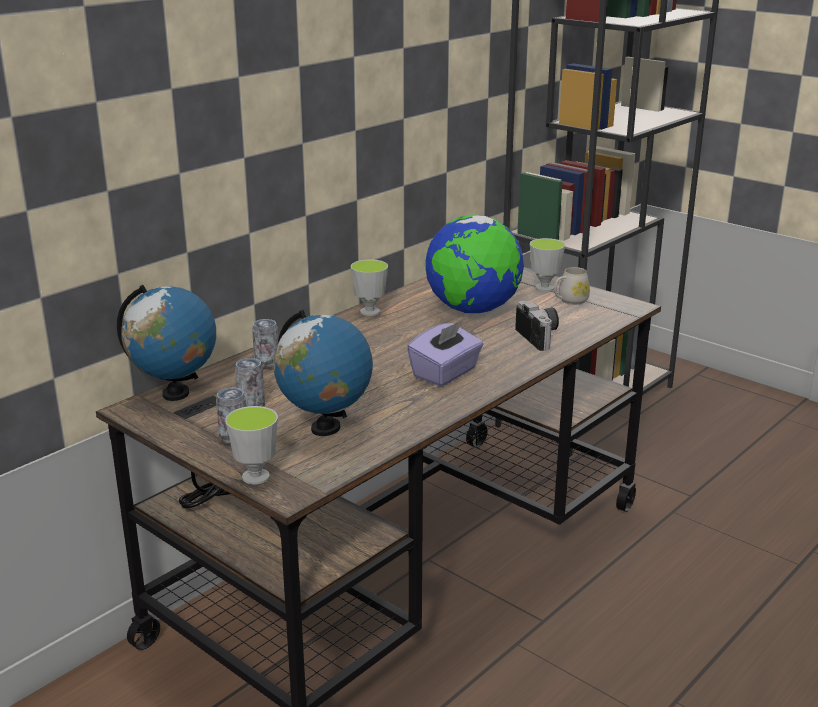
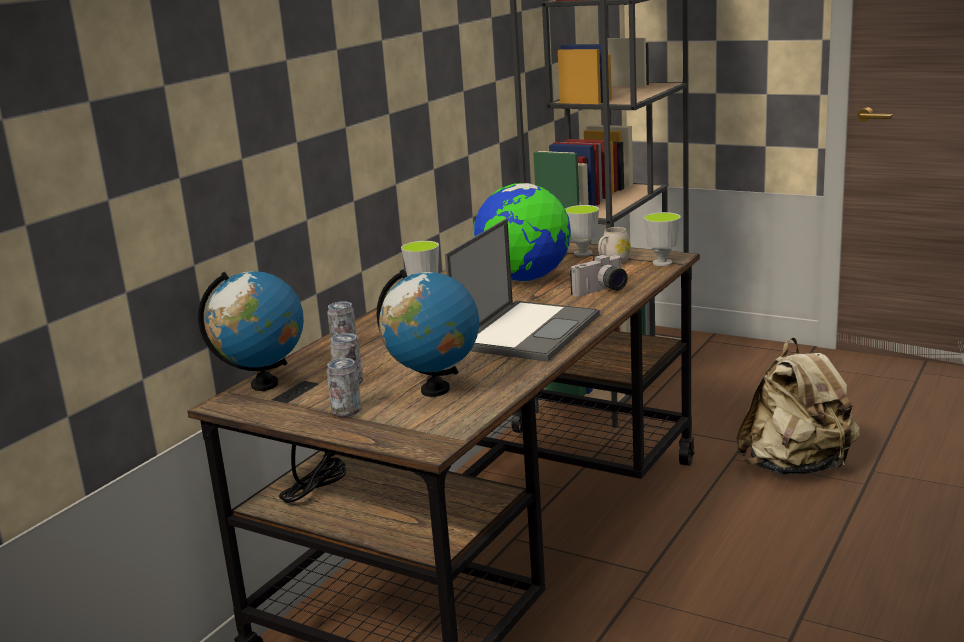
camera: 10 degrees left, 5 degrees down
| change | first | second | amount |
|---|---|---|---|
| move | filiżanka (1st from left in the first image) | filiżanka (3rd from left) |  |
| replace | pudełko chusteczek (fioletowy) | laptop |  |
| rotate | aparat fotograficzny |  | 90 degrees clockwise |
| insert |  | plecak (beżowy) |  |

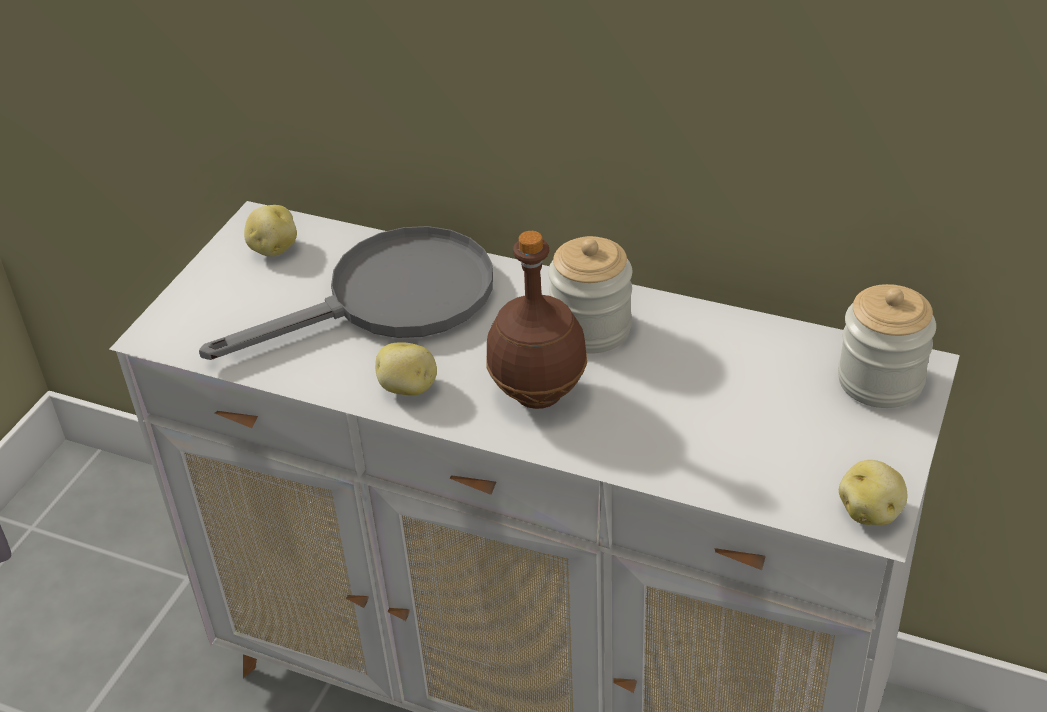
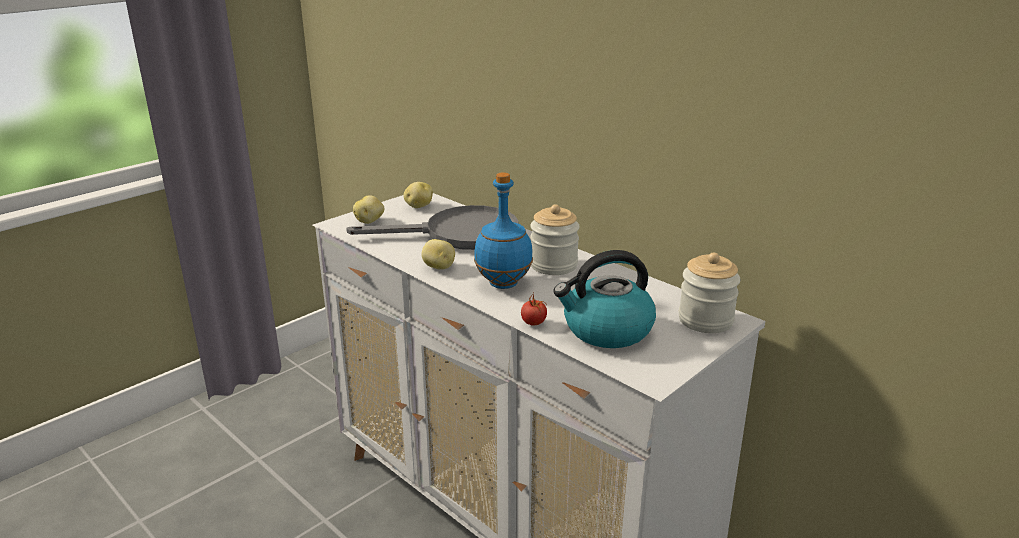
camera: 20 degrees right, 15 degrees down
| change | first | second | amount |
|---|---|---|---|
| recolor | butelka (brązowy) | butelka (niebieski) |  |
| move | ziemniak (3rd from left in the first image) | ziemniak (1st from left) |  |
| insert |  | pomidor |  |
| insert |  | czajnik |  |

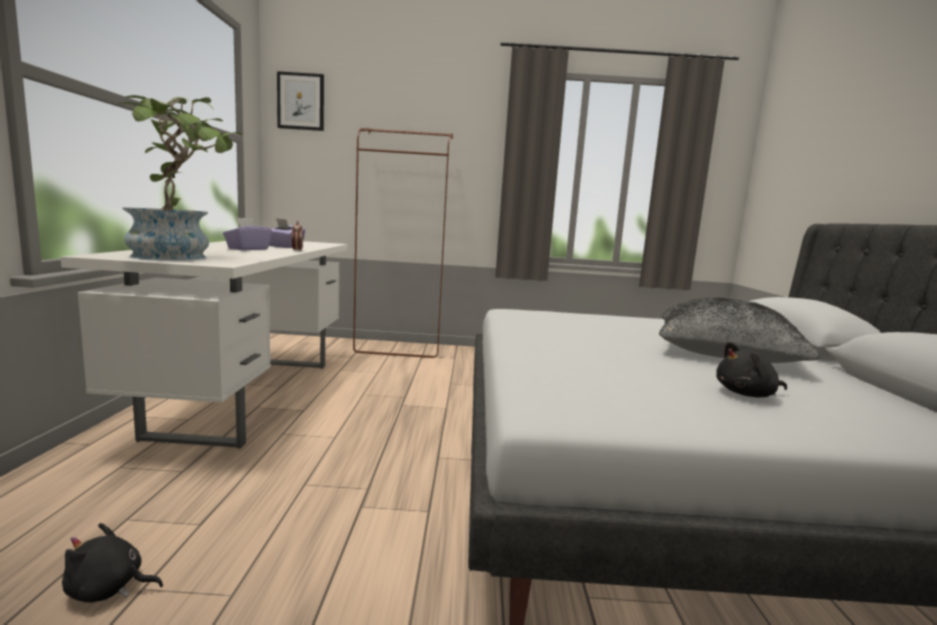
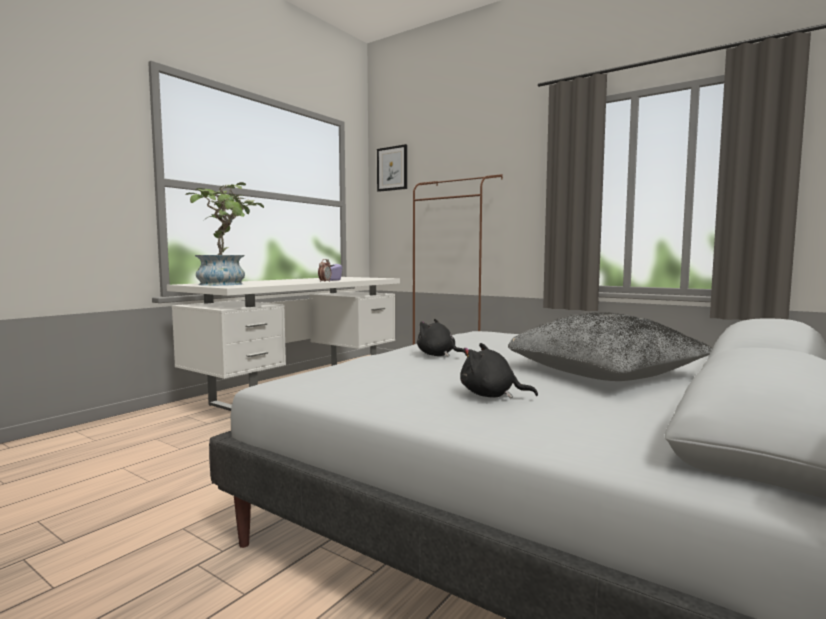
camera: 35 degrees right, 5 degrees down
| change | first | second | amount |
|---|---|---|---|
| move | pluszak (czarny) (1st from left) |  |  |
| delete | pudełko chusteczek (fioletowy) (1st from left) |  |  |

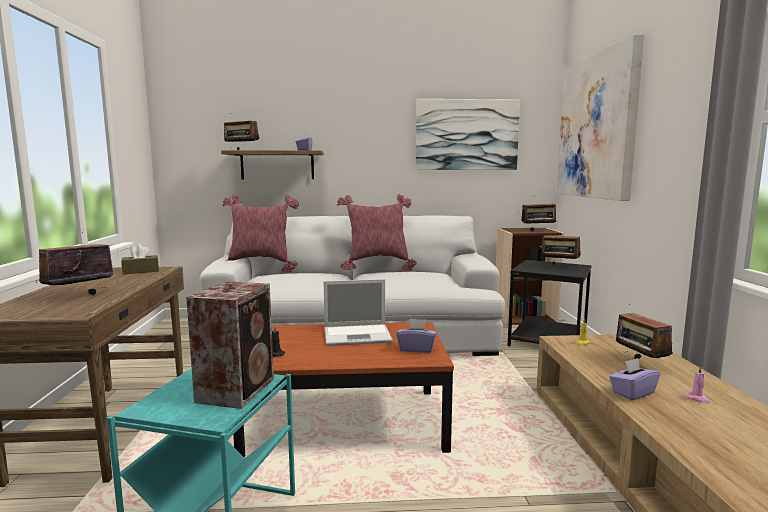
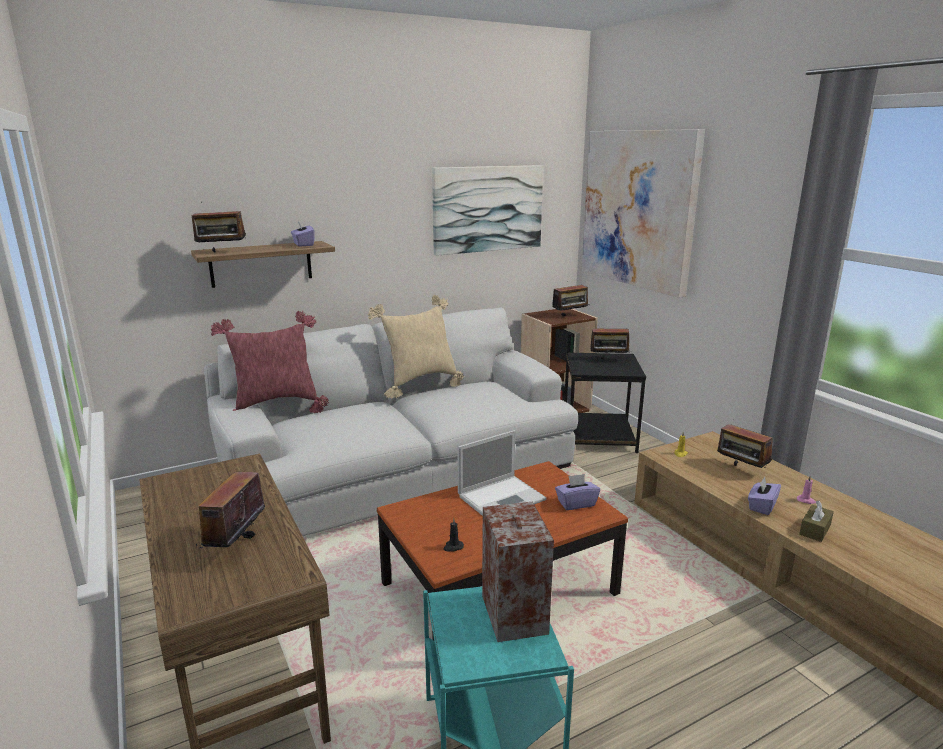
camera: 25 degrees left, 10 degrees up
| change | first | second | amount |
|---|---|---|---|
| move | pudełko chusteczek (brązowy) |  |  |
| recolor | poduszka (czerwony) (2nd from left) | poduszka (beżowy) |  |

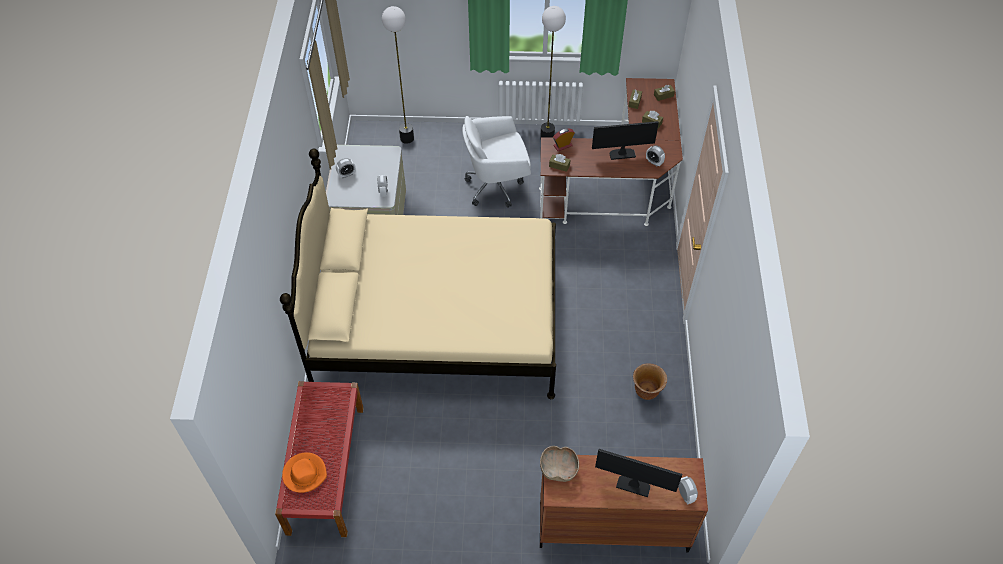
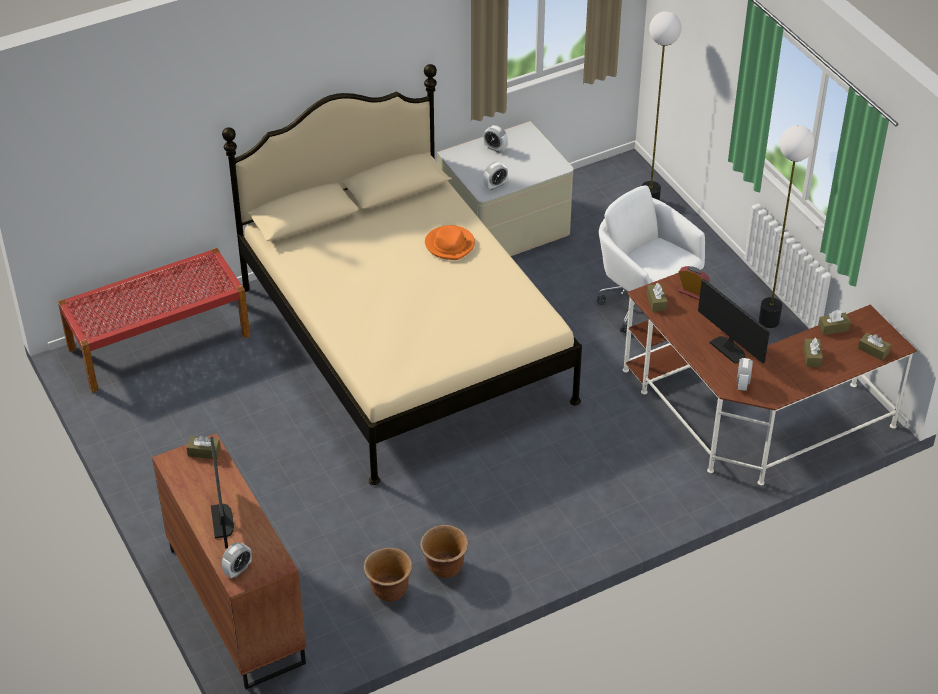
camera: 60 degrees right, 10 degrees down
| change | first | second | amount |
|---|---|---|---|
| move | kapelusz (pomarańczowy) |  |  |
| replace | miska (brązowy) | pudełko chusteczek (brązowy) (1st from left) |  |
| insert |  | donica (brązowy) (1st from left) |  |

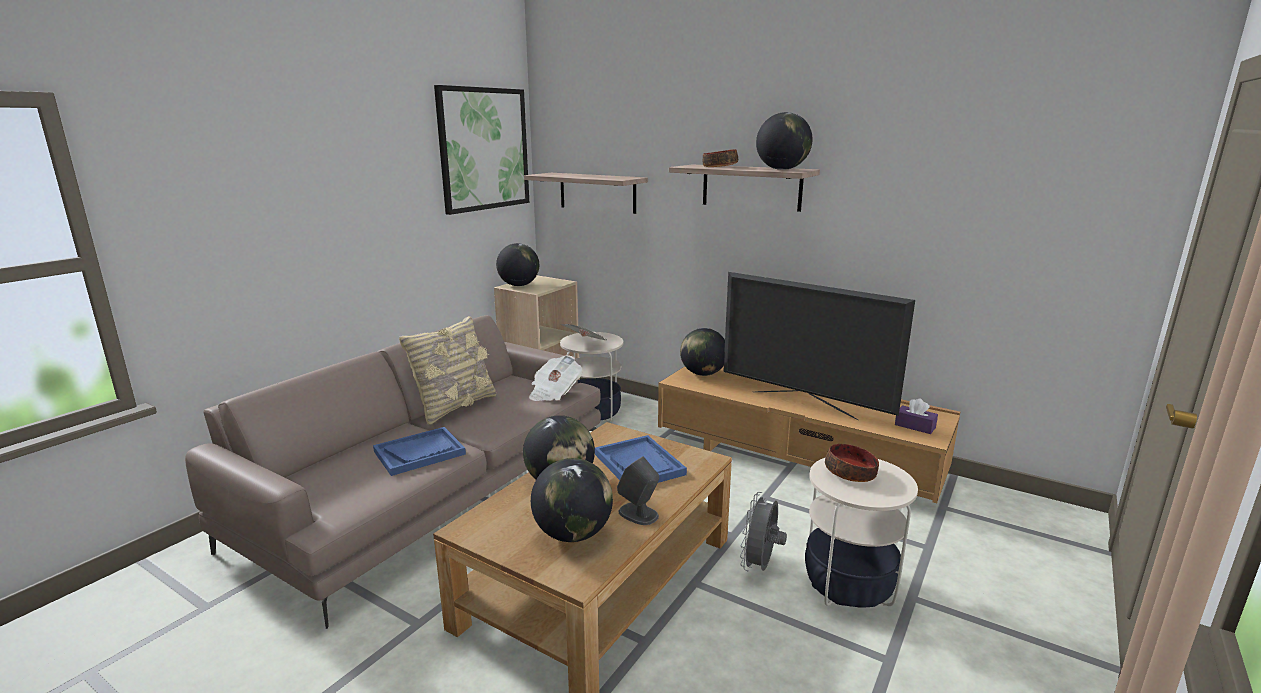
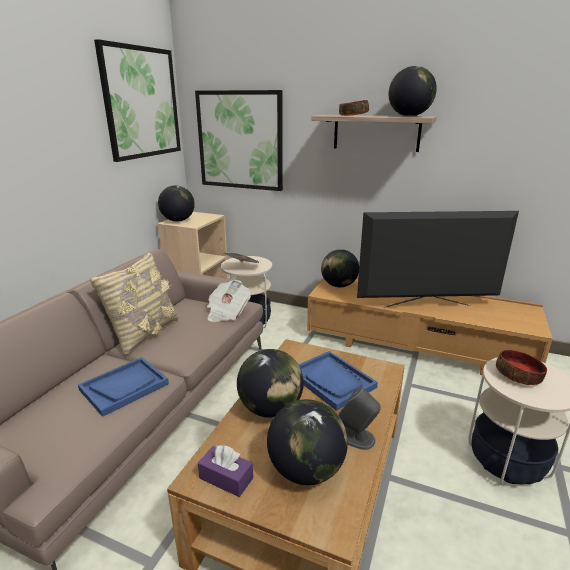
camera: 10 degrees left, 5 degrees up
| change | first | second | amount |
|---|---|---|---|
| replace | półka (1st from left) | obraz (2nd from left) |  |
| rotate | telewizor |  | 150 degrees clockwise |
| delete | wentylator (szary) |  |  |
| move | pudełko chusteczek (fioletowy) |  |  |

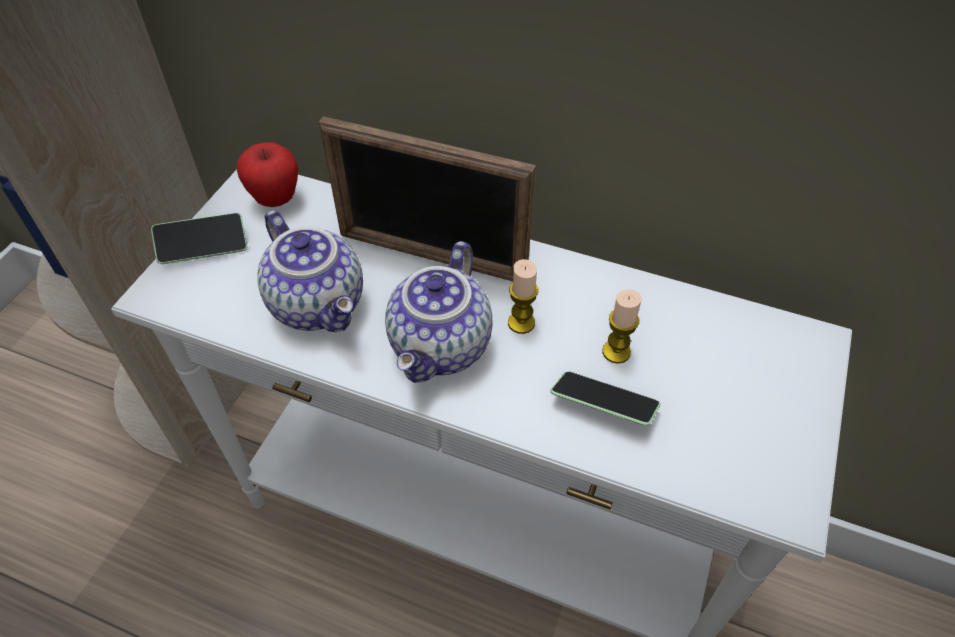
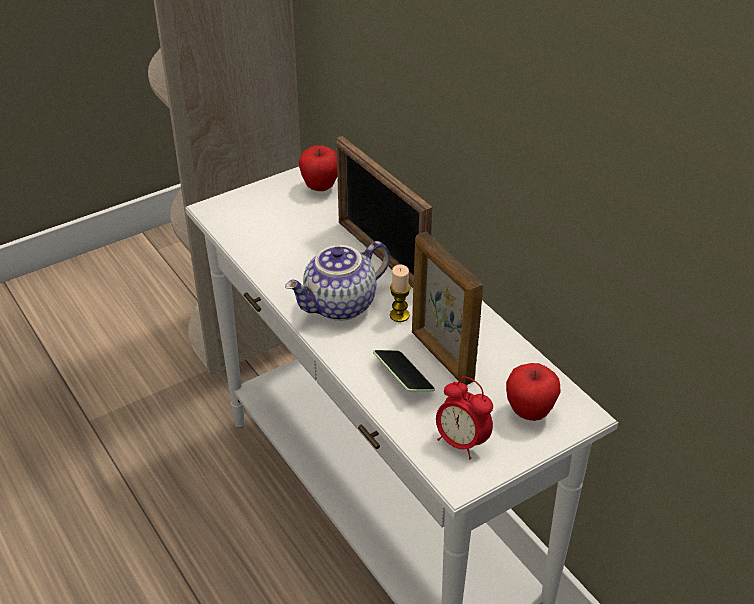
camera: 35 degrees right, 10 degrees down
| change | first | second | amount |
|---|---|---|---|
| delete | telefon (1st from left) |  |  |
| delete | imbryk (1st from left) |  |  |
| replace | świeca (2nd from left) | ramka na zdjęcie (2nd from left) |  |
| insert |  | budzik |  |
| insert |  | jabłko (2nd from left) |  |

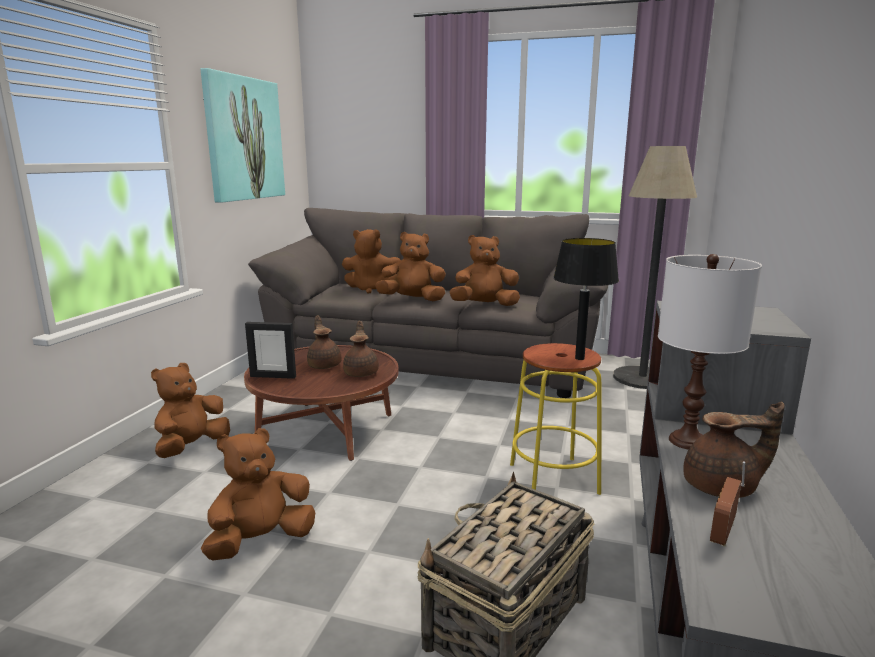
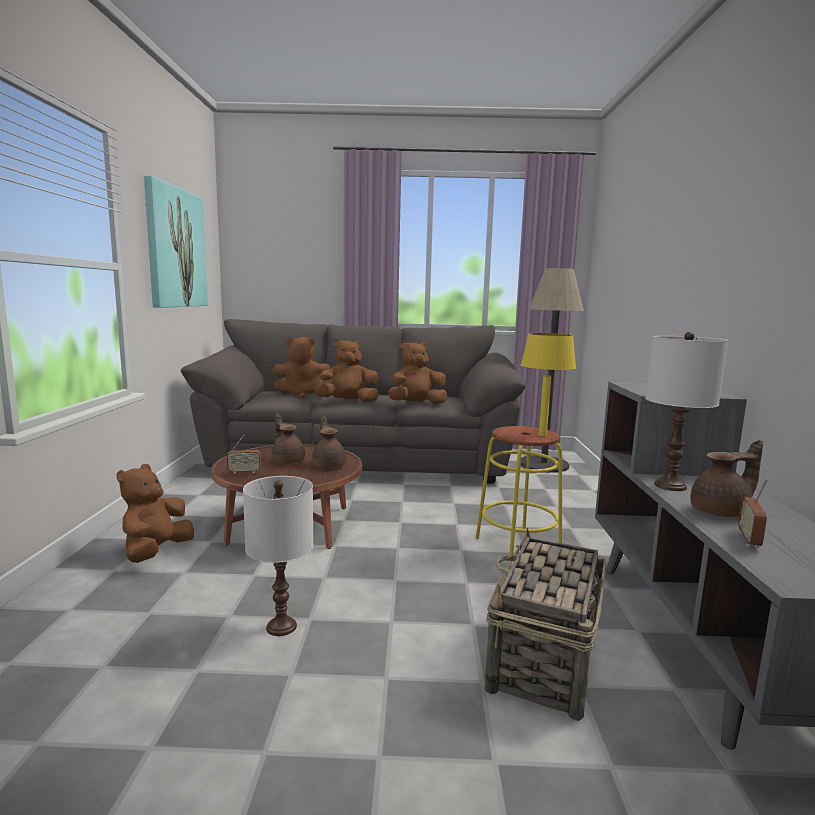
camera: 15 degrees left, 5 degrees down
| change | first | second | amount |
|---|---|---|---|
| replace | pluszak (brązowy) (2nd from left) | lampa stołowa (biały) (1st from left) |  |
| replace | ramka na zdjęcie | radio (1st from left) |  |
| recolor | lampa stołowa (czarny) | lampa stołowa (żółty) |  |

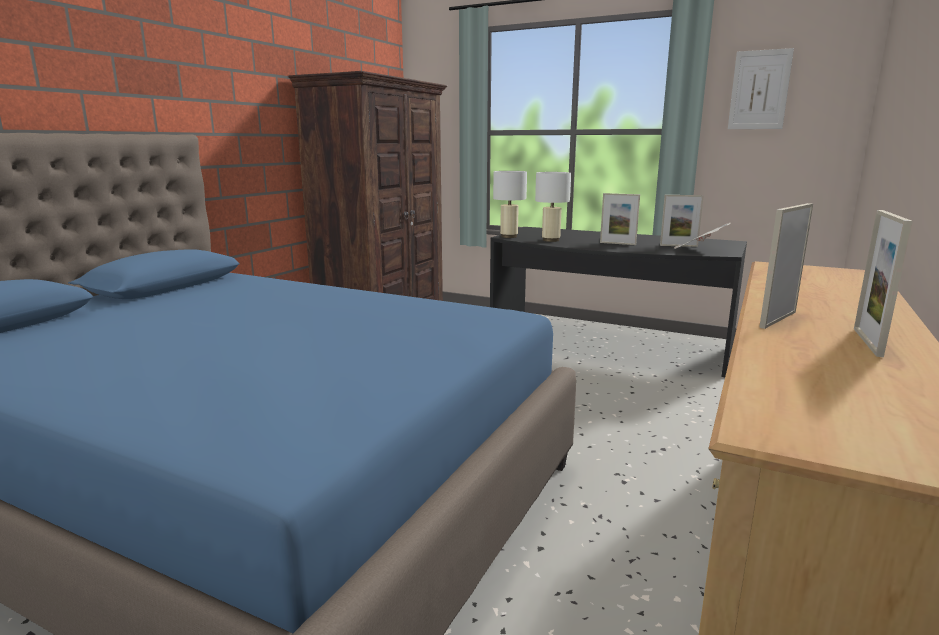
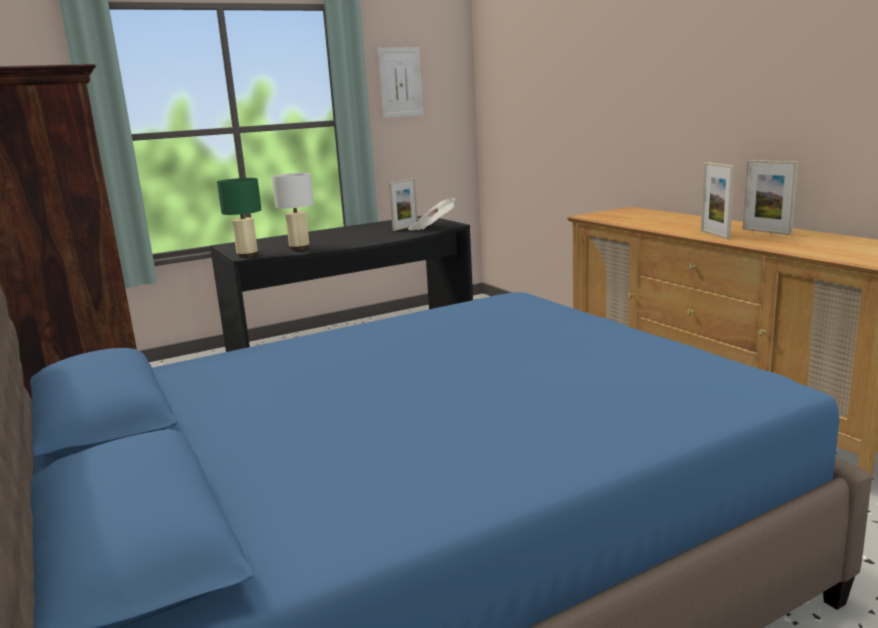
camera: 55 degrees left, 0 degrees up
| change | first | second | amount |
|---|---|---|---|
| recolor | lampa stołowa (biały) (1st from left) | lampa stołowa (zielony) |  |
| delete | ramka na zdjęcie (1st from left) |  |  |

